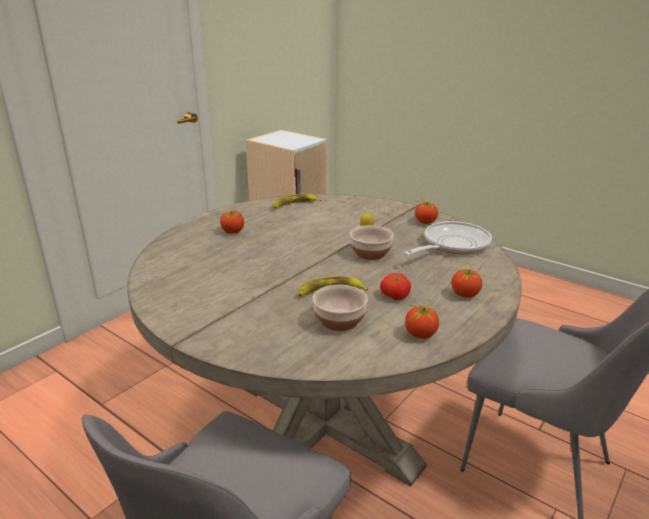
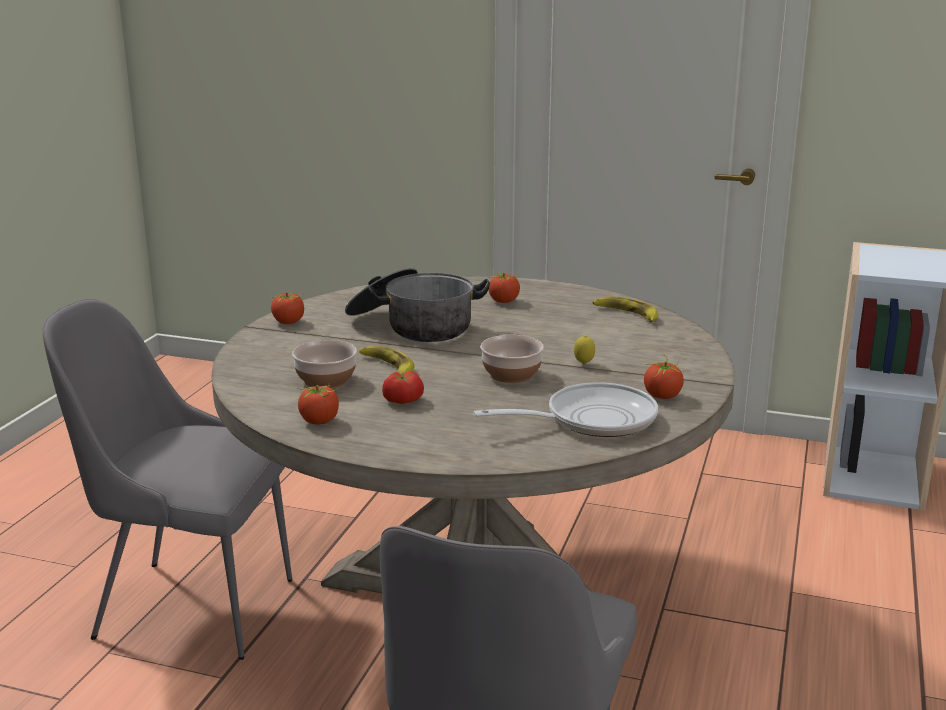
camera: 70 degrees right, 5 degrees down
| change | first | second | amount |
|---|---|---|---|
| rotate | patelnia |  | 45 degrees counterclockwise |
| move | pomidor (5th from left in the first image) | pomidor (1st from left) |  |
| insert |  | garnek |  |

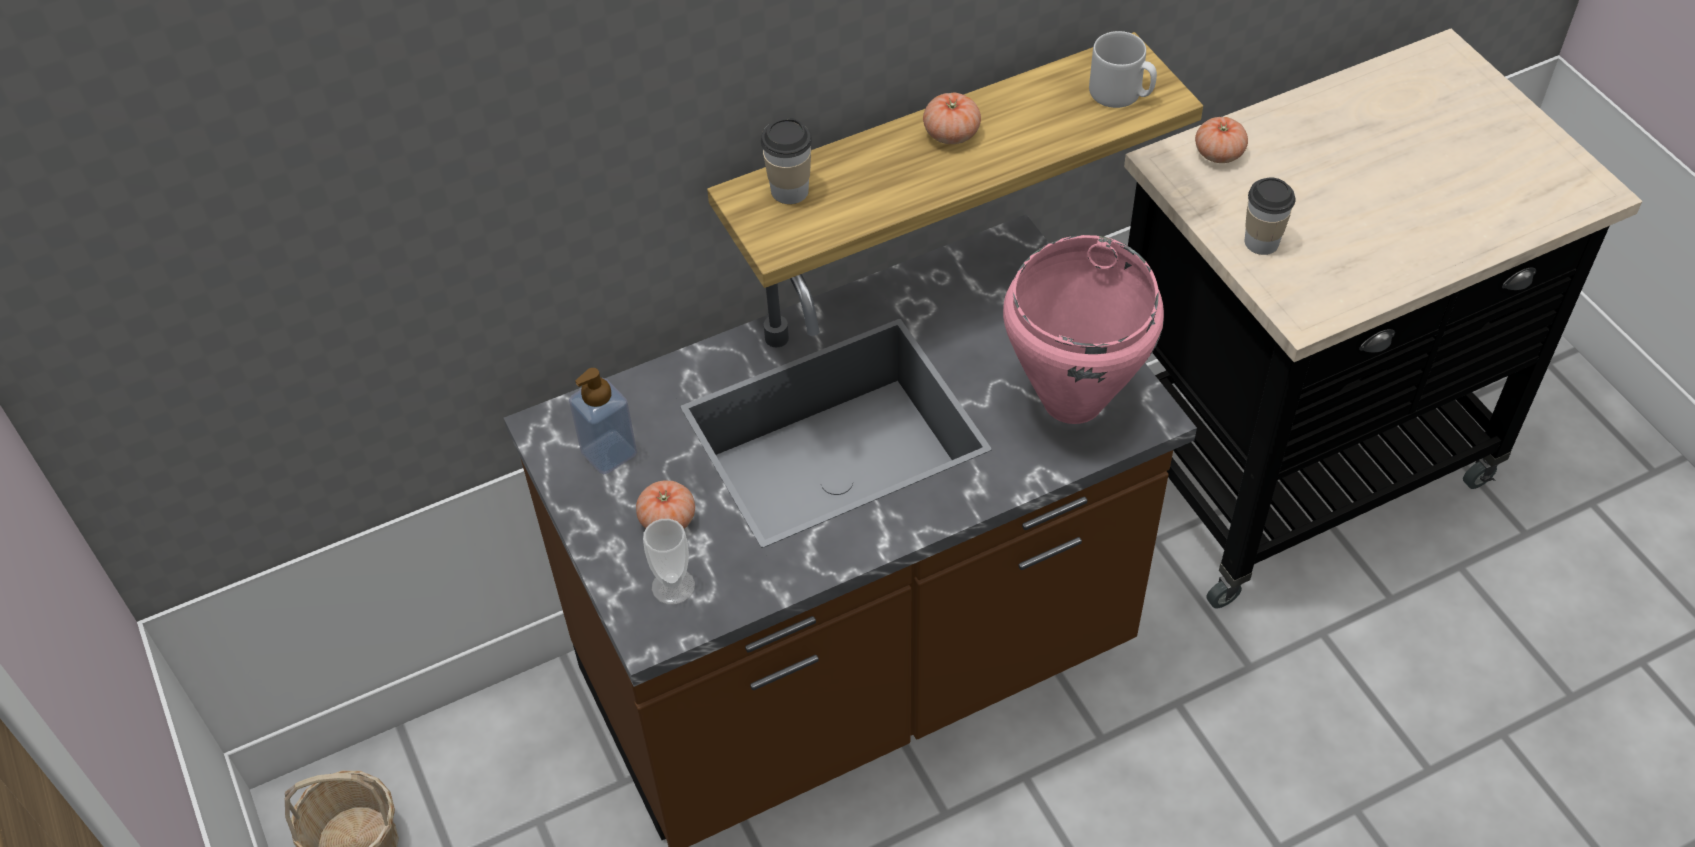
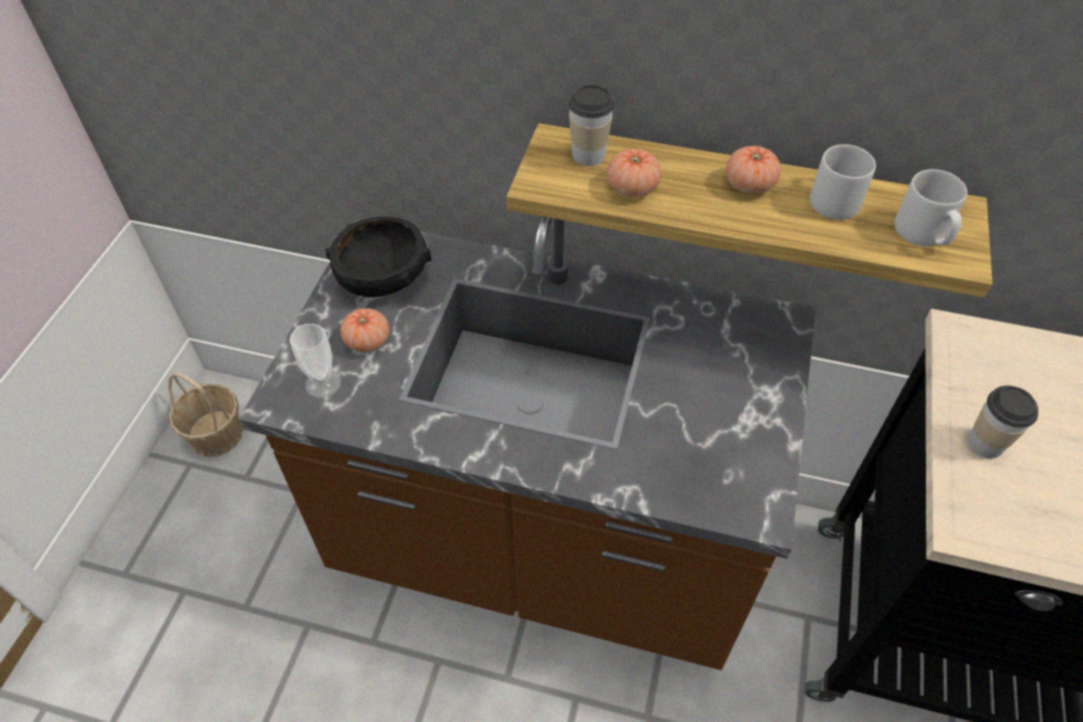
camera: 40 degrees right, 0 degrees up
| change | first | second | amount |
|---|---|---|---|
| replace | dozownik mydła | miska (czarny) |  |
| delete | garnek (różowy) |  |  |
| move | pomidor (3rd from left in the first image) | pomidor (2nd from left) |  |
| insert |  | kubek (szary) (1st from left) |  |

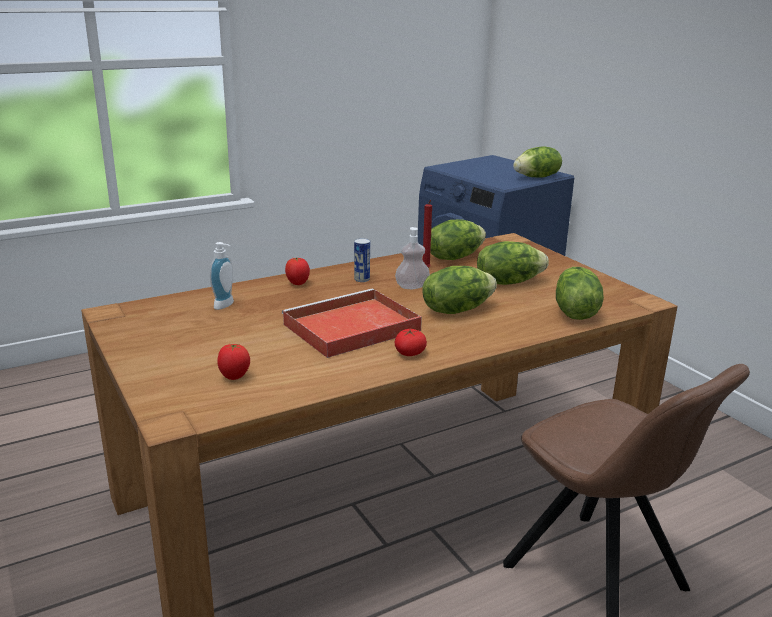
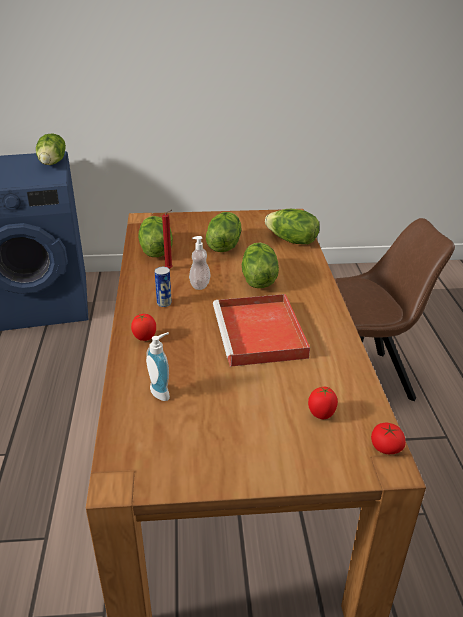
camera: 65 degrees left, 10 degrees up
| change | first | second | amount |
|---|---|---|---|
| move | pomidor (3rd from left) |  |  |

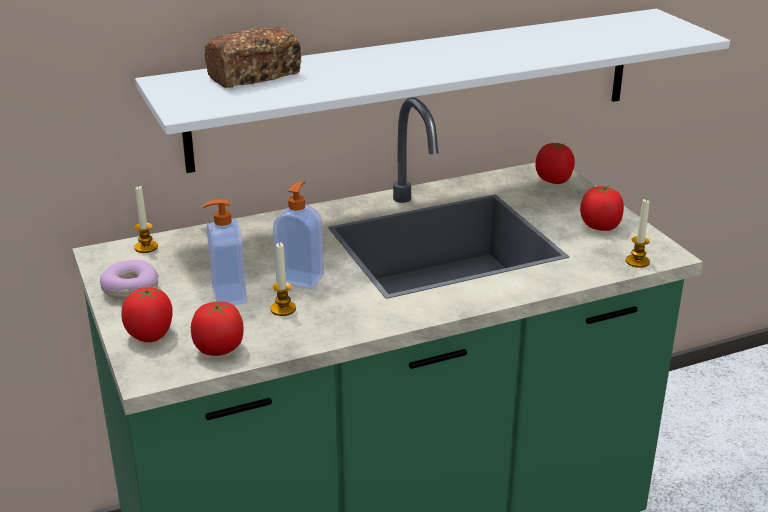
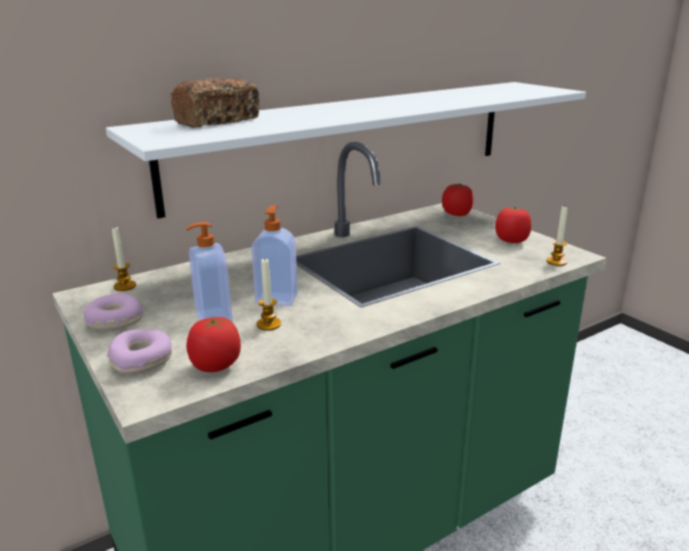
camera: 10 degrees left, 5 degrees down
| change | first | second | amount |
|---|---|---|---|
| replace | pomidor (1st from left) | donut (2nd from left) |  |

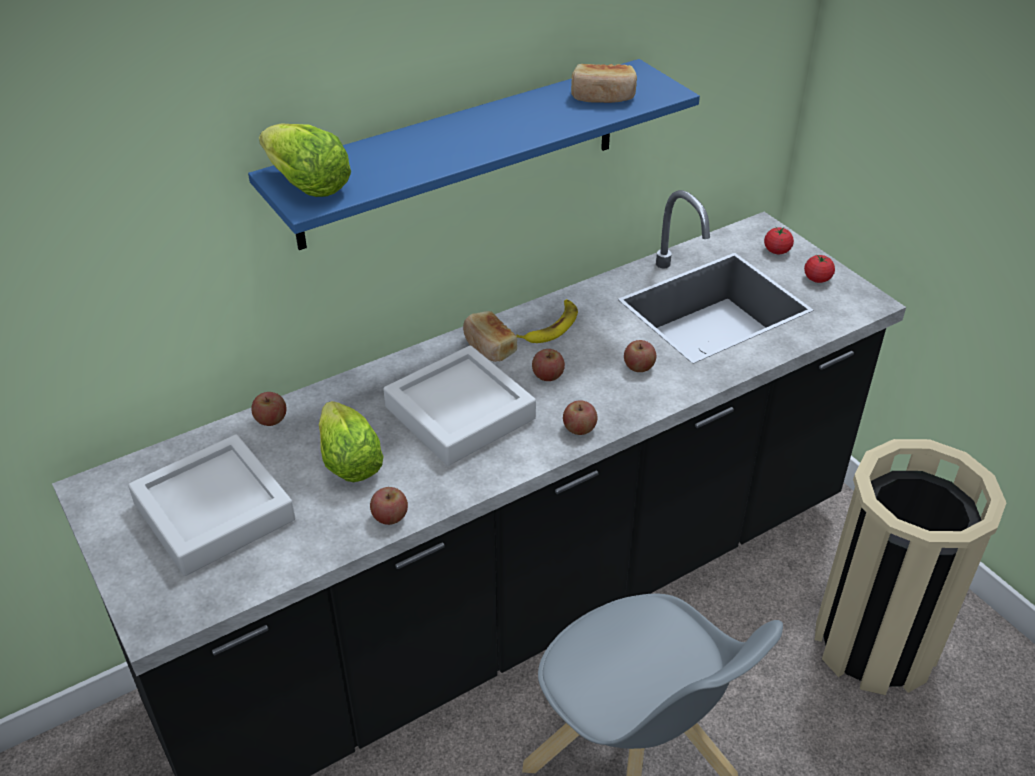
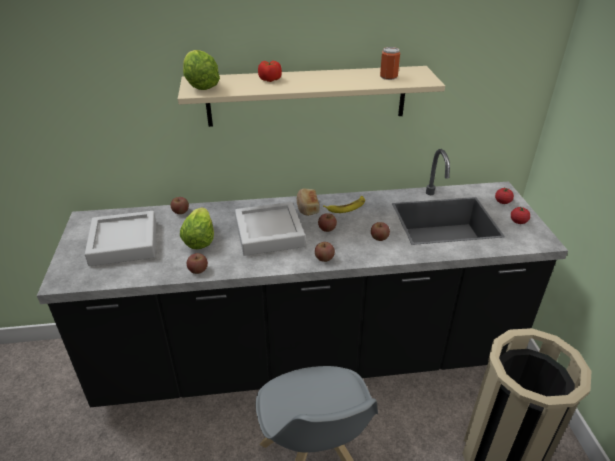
camera: 25 degrees right, 5 degrees down
| change | first | second | amount |
|---|---|---|---|
| recolor | półka (niebieski) | półka (beżowy) |  |
| replace | chleb (2nd from left) | puszka |  |
| insert |  | pomidor (1st from left) |  |

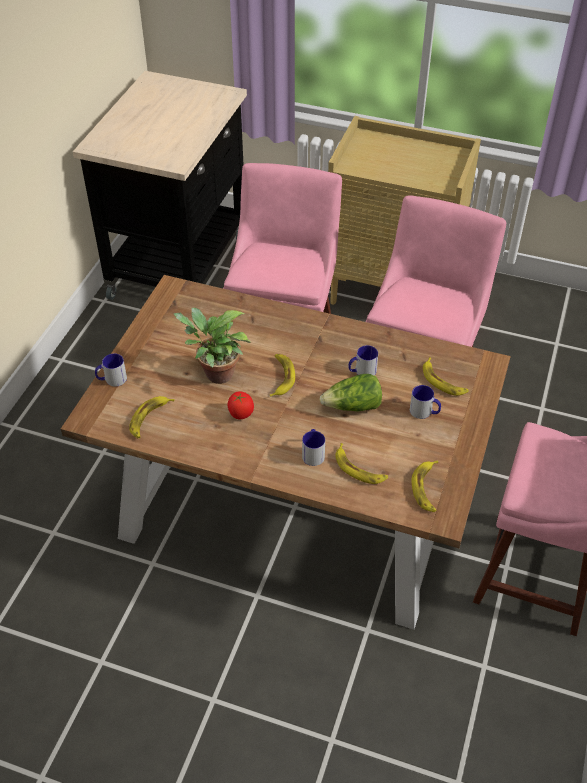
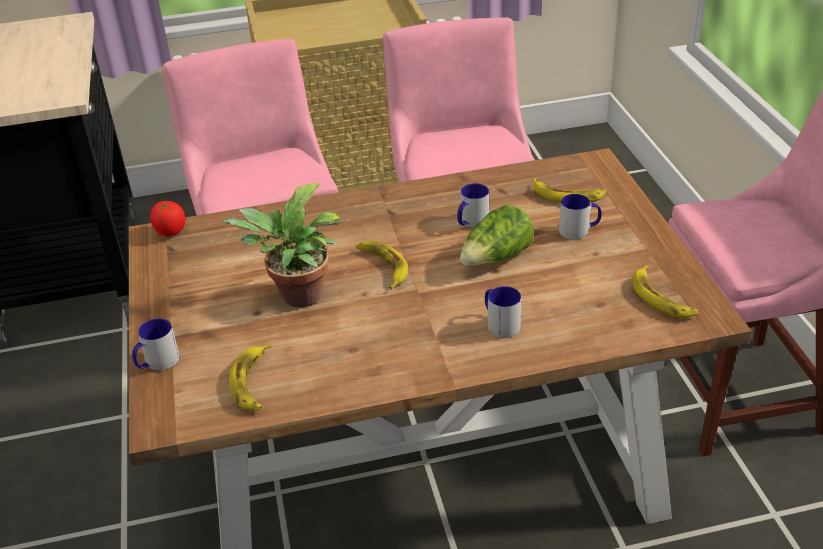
camera: 30 degrees left, 10 degrees down
| change | first | second | amount |
|---|---|---|---|
| move | pomidor |  |  |
| delete | banan (3rd from left) |  |  |

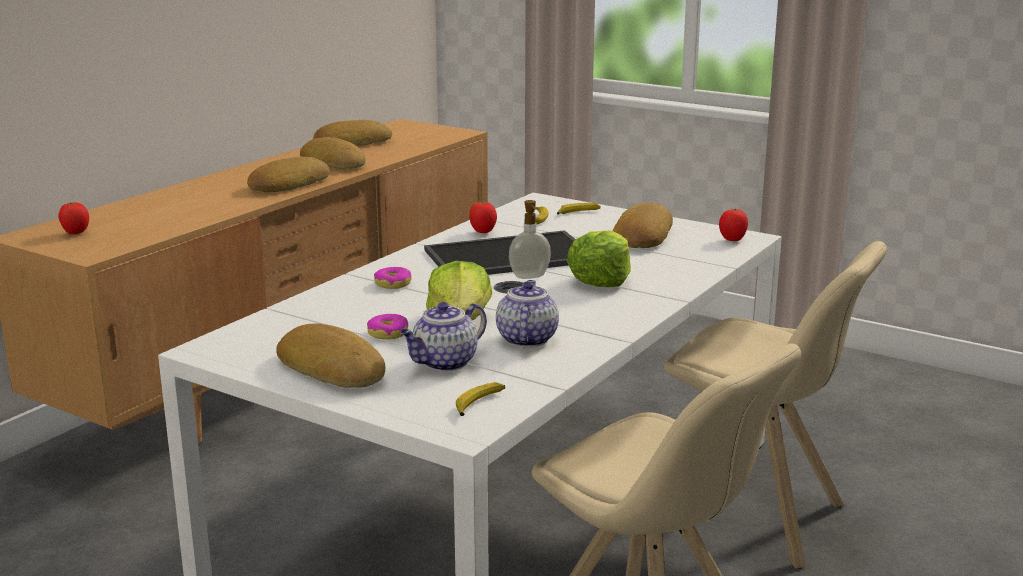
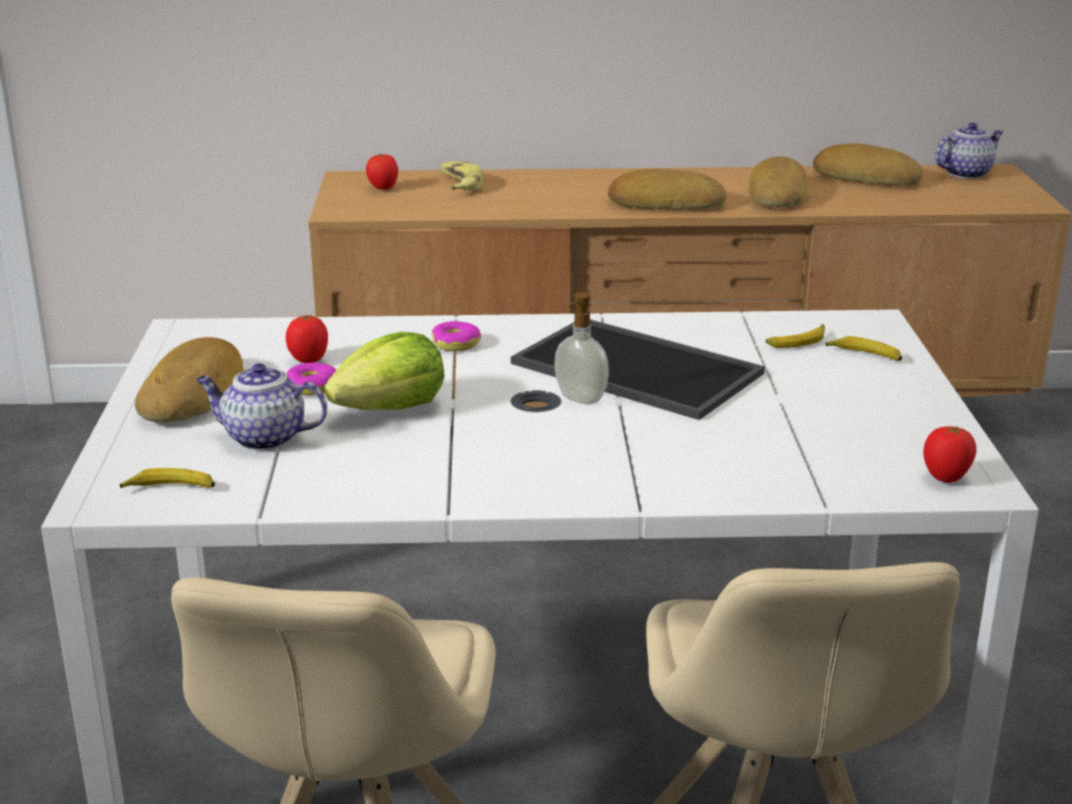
camera: 55 degrees right, 5 degrees up
| change | first | second | amount |
|---|---|---|---|
| move | pomidor (2nd from left in the first image) | pomidor (1st from left) |  |
| move | imbryk (2nd from left) |  |  |
| delete | sałata (2nd from left) |  |  |
| delete | chleb (5th from left) |  |  |
| insert |  | banan (2nd from left) |  |

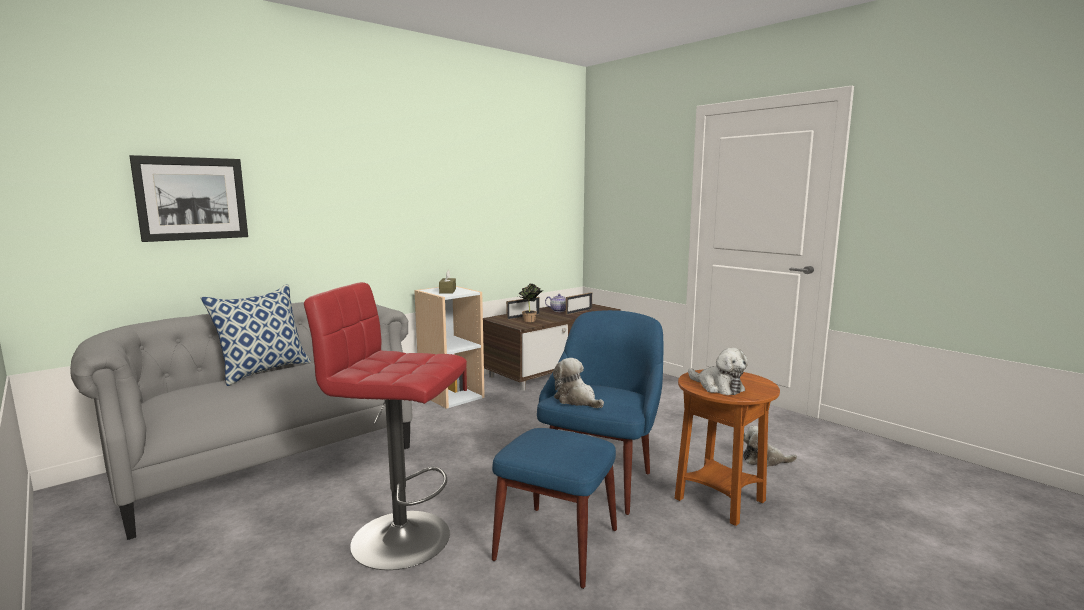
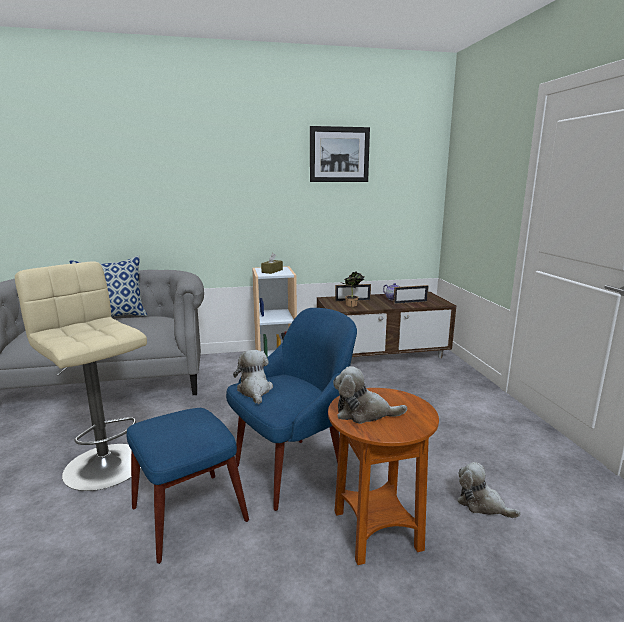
camera: 30 degrees right, 5 degrees up
| change | first | second | amount |
|---|---|---|---|
| move | obraz |  |  |
| recolor | stołek (czerwony) | stołek (beżowy) |  |
| rotate | pluszak (2nd from left) |  | 105 degrees clockwise |

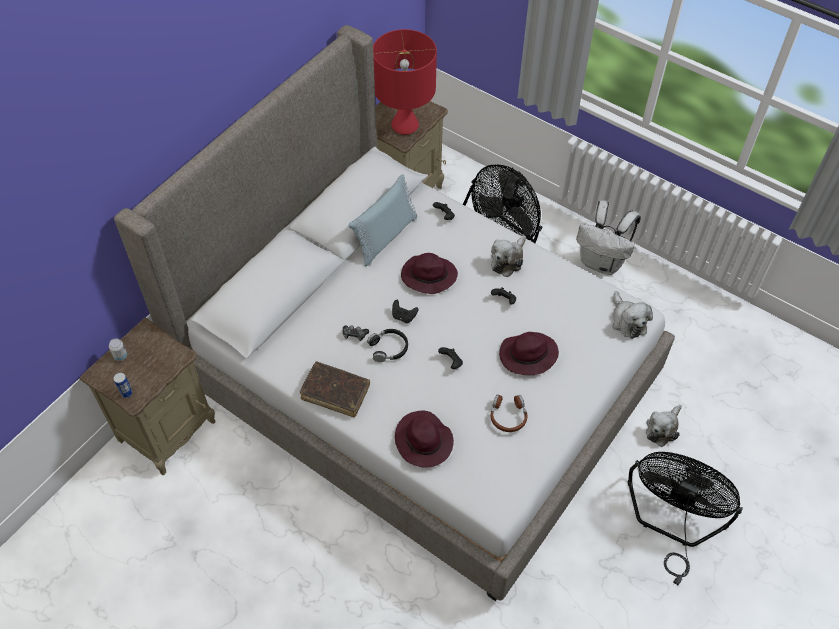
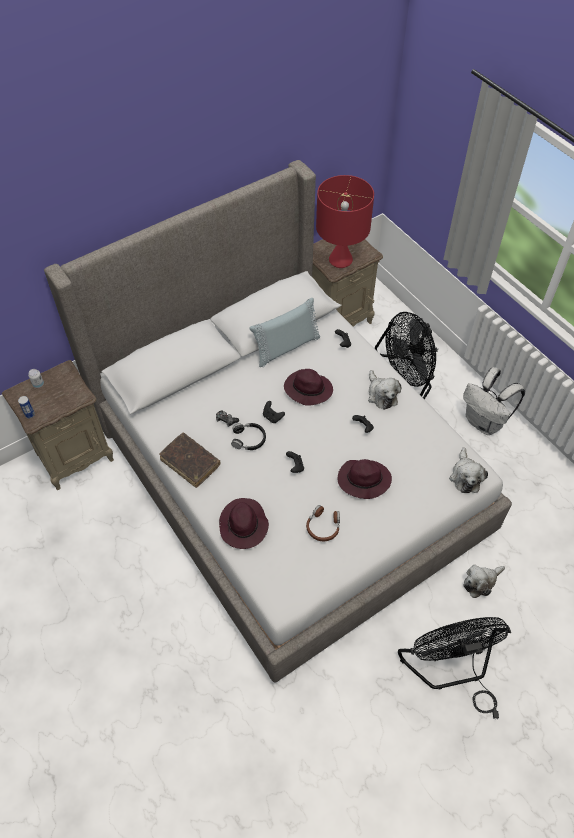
camera: 20 degrees right, 0 degrees up
| change | first | second | amount |
|---|---|---|---|
| rotate | pluszak (1st from left) |  | 75 degrees counterclockwise |
| rotate | wentylator (czarny) (2nd from left) |  | 60 degrees counterclockwise |

